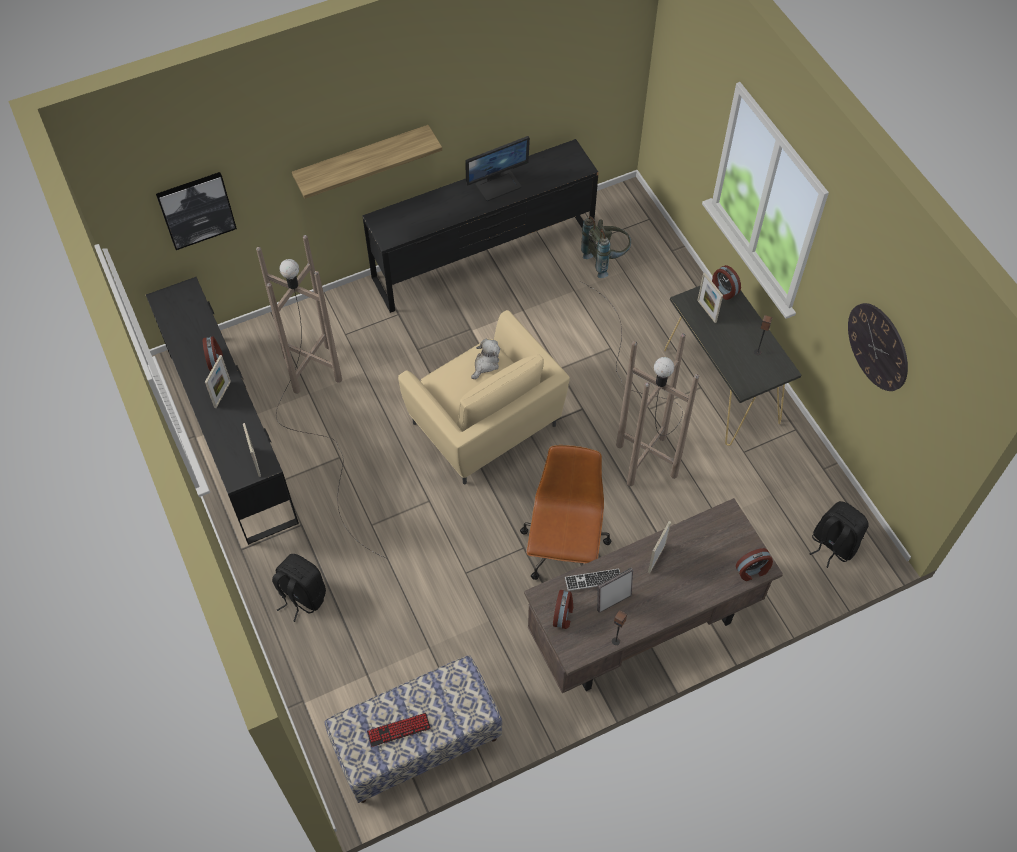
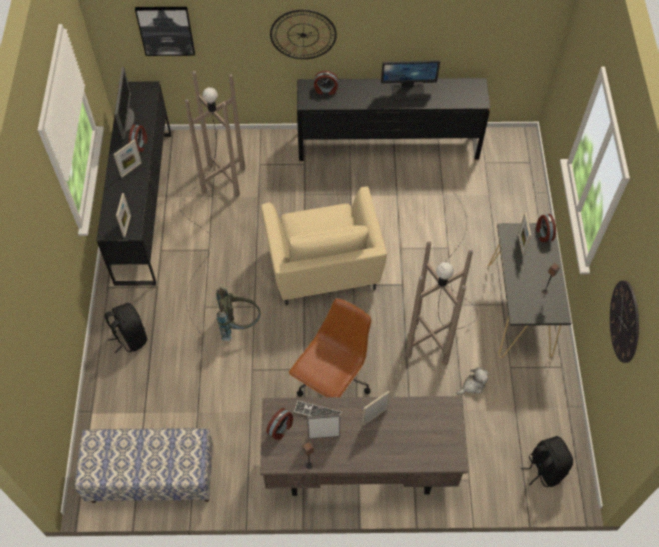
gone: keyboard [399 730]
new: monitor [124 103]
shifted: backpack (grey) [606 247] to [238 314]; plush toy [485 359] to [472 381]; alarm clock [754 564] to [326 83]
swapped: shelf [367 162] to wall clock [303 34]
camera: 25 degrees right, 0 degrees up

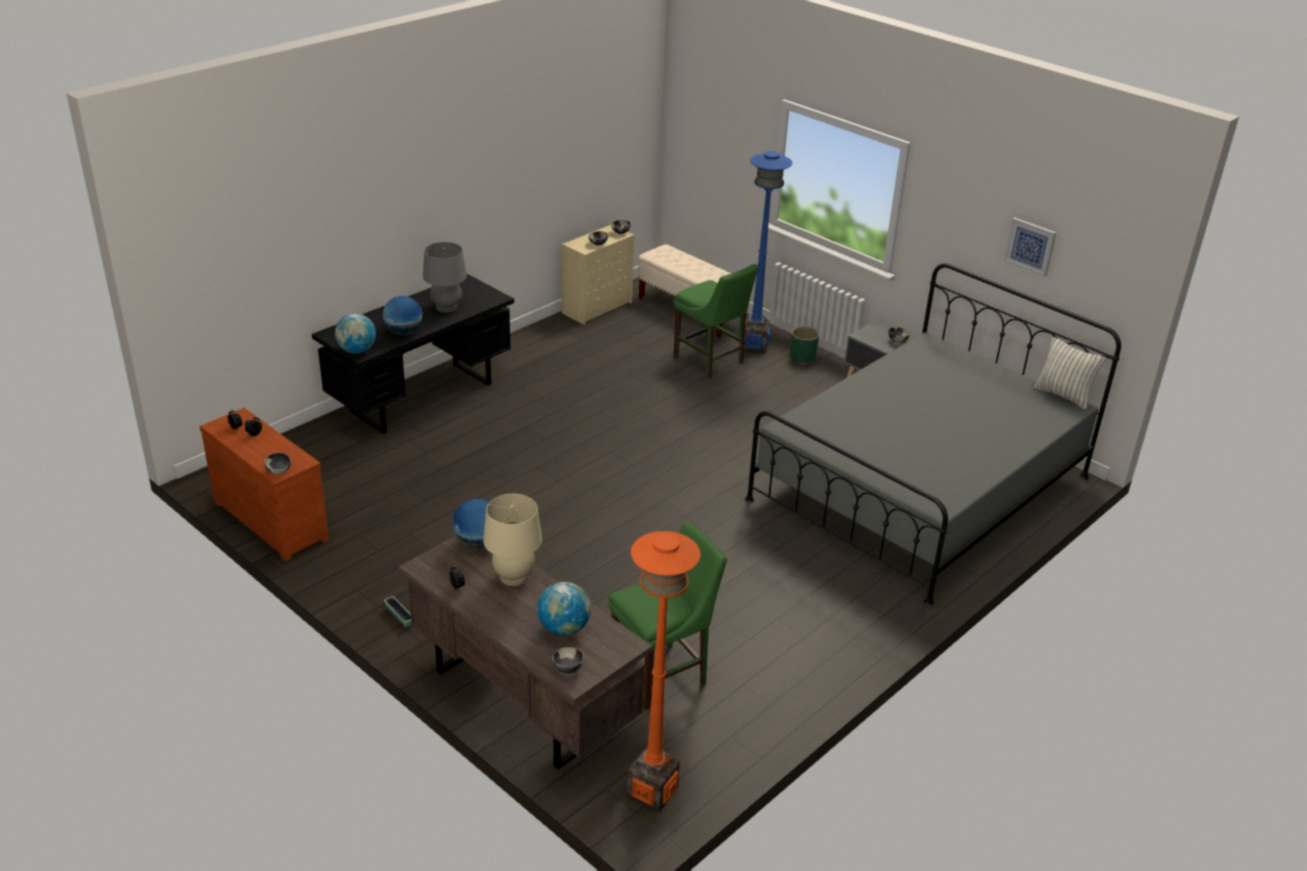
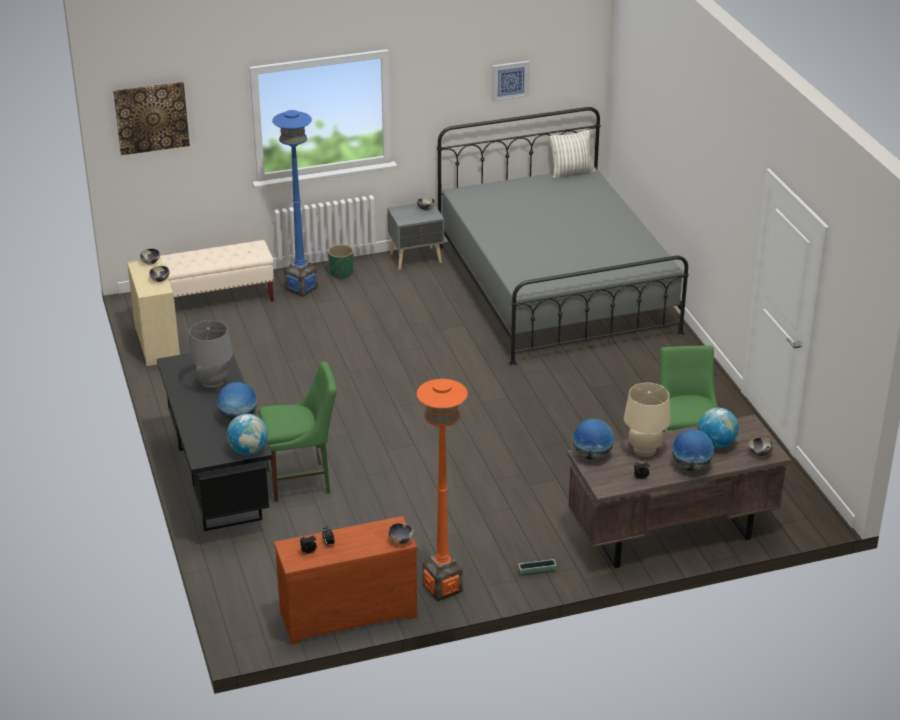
new: picture [151 118]; globe [693 450]
shifted: chair (green) [716 321] to [297 431]; floor lamp (orange) [664 671] to [442 490]
camera: 60 degrees left, 0 degrees up

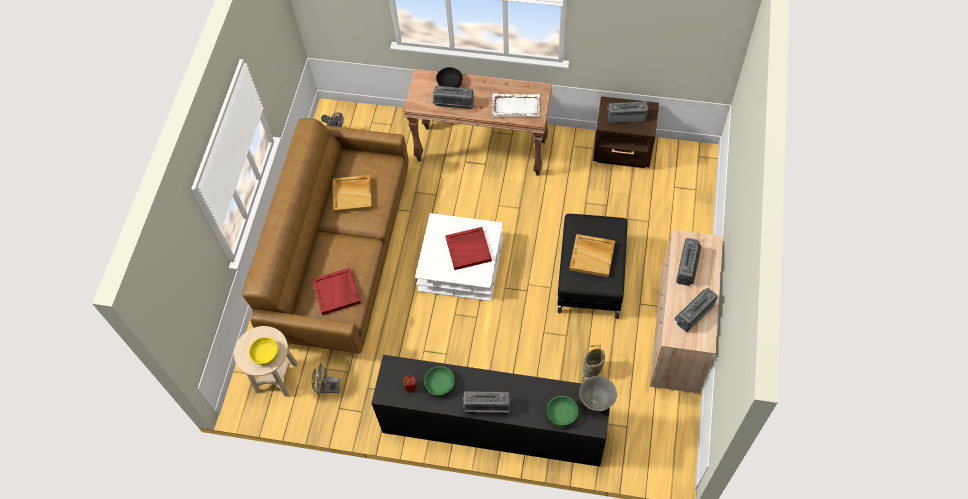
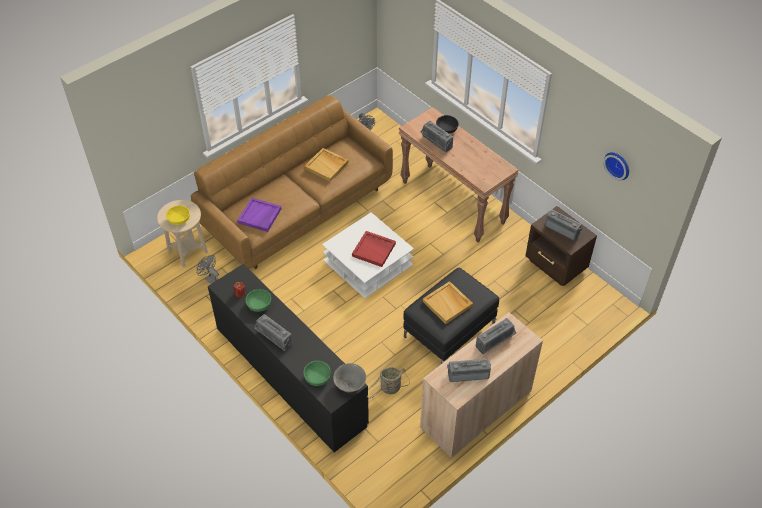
gone: tray (white) [516 105]
new: wall clock [616 166]
repainted: tray (red) [336 291] to tray (purple) [259 215]
camera: 35 degrees right, 10 degrees down

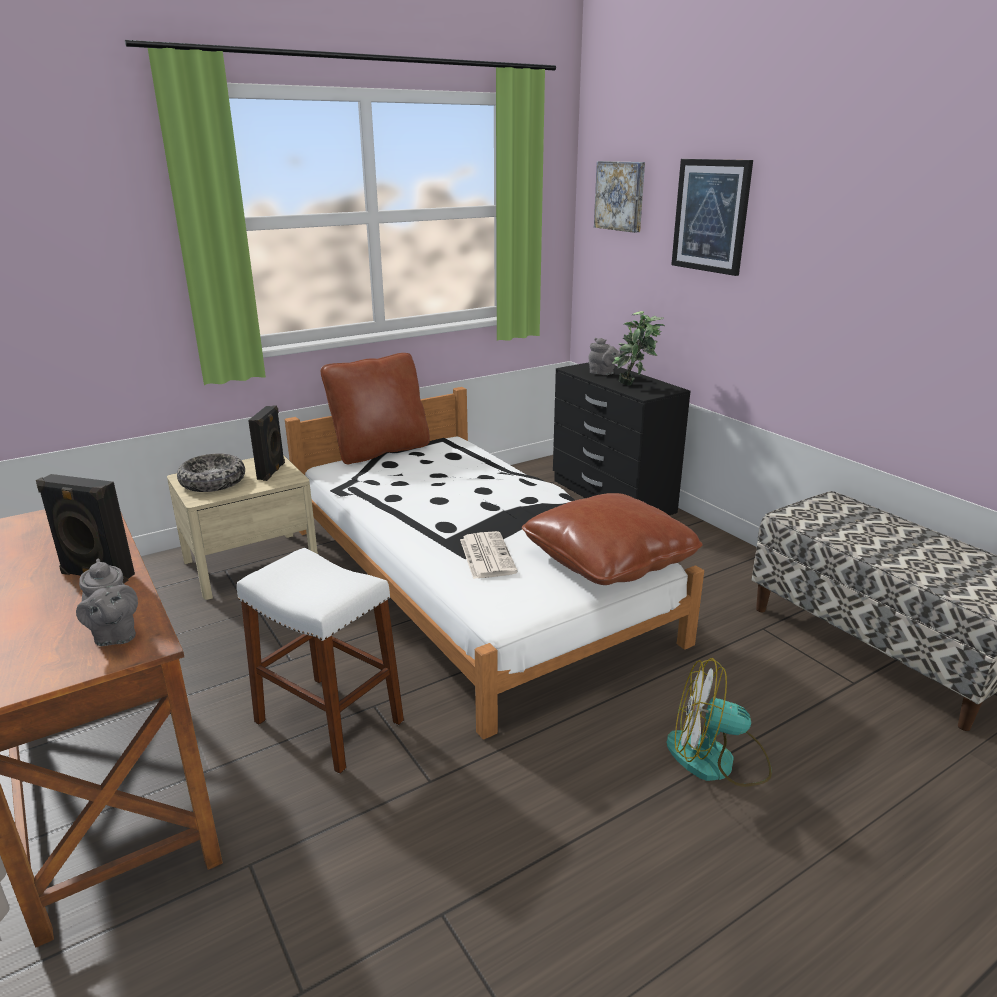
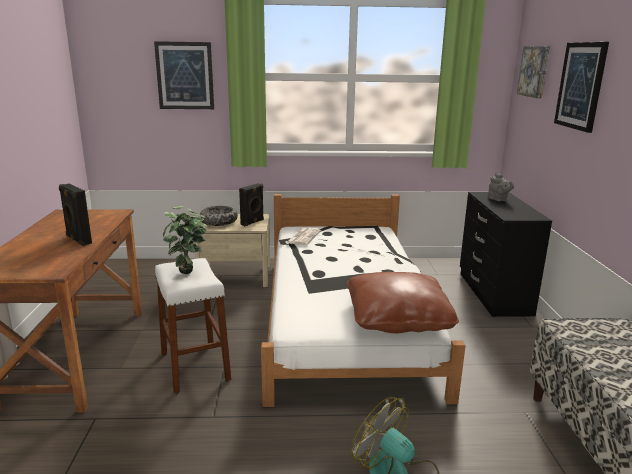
gone: pillow (brown) [375 409]; teapot (grey) [107 602]
new: picture [184 75]
shifted: potted plant [638 348] to [185 240]; newspaper [489 555] to [303 236]
camera: 30 degrees right, 5 degrees down

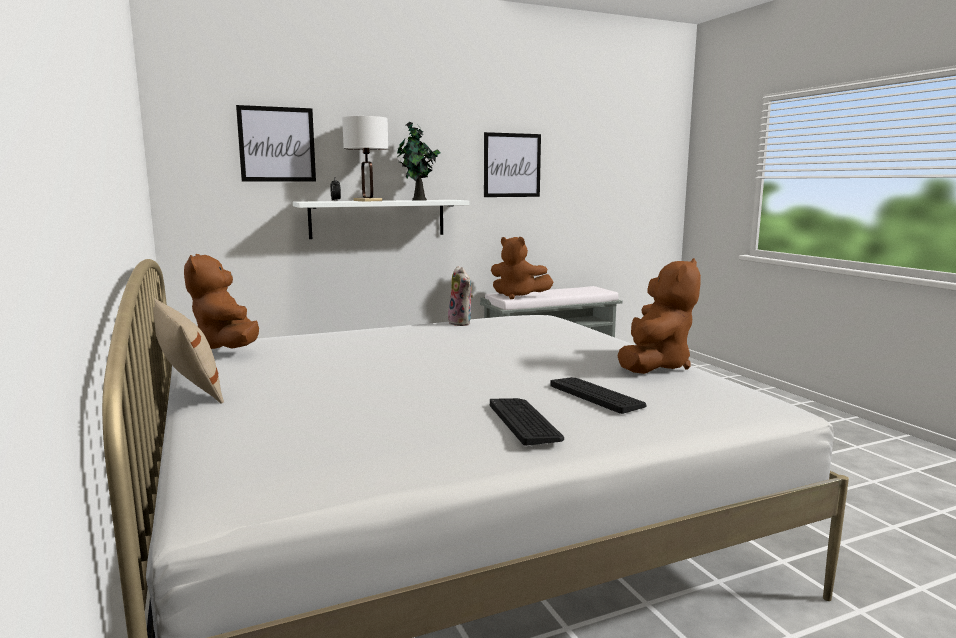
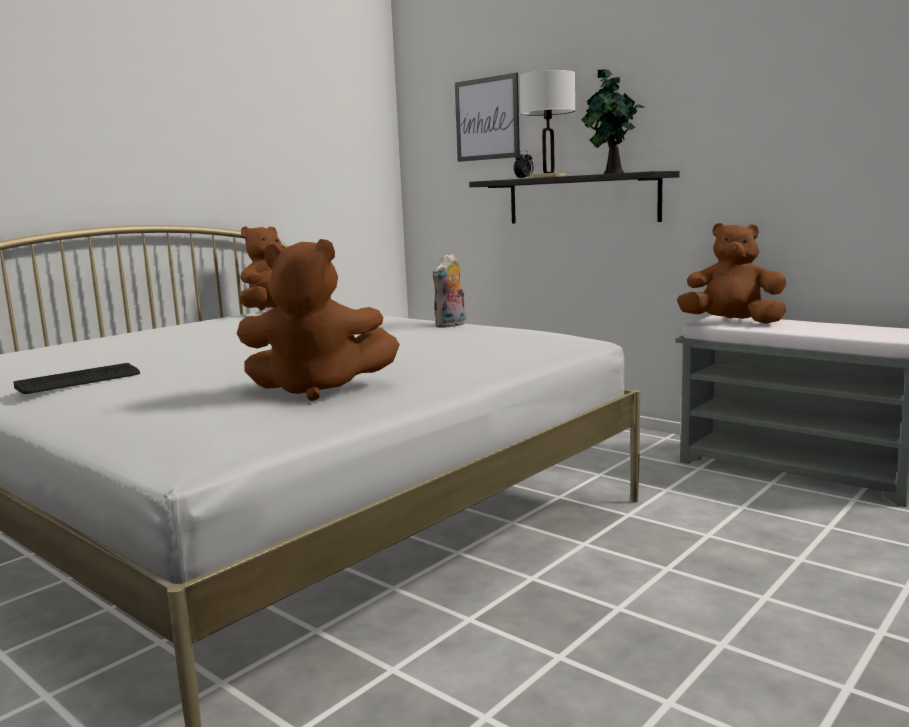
gone: picture [512 164]; pillow (beige) [188 350]; keyboard [598 395]
repainted: shelf (white) [381 219] to shelf (black) [574 197]
rotated: plush toy (brown) [522 268] = [731 273] 105 degrees clockwise
camera: 65 degrees right, 0 degrees up

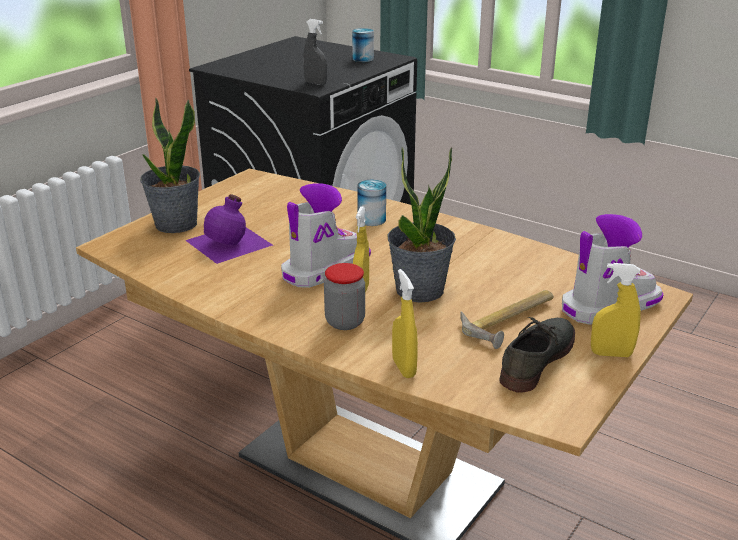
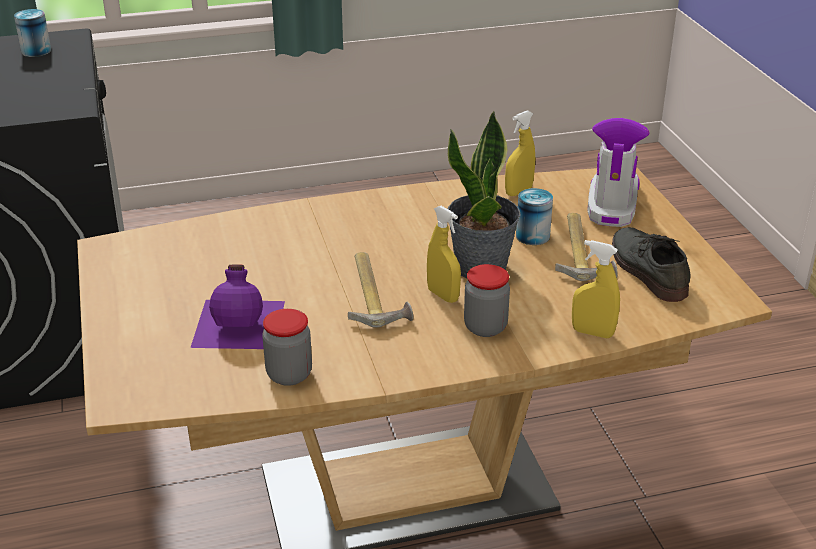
gone: spray bottle (grey) [315 52]; potted plant [170 165]
new: jar [287 347]
shifted: can [371 203] to [534 216]; spray bottle (yellow) [616 310] to [520 153]
swapped: boot [326 235] to hammer [381 290]
camera: 50 degrees left, 5 degrees up

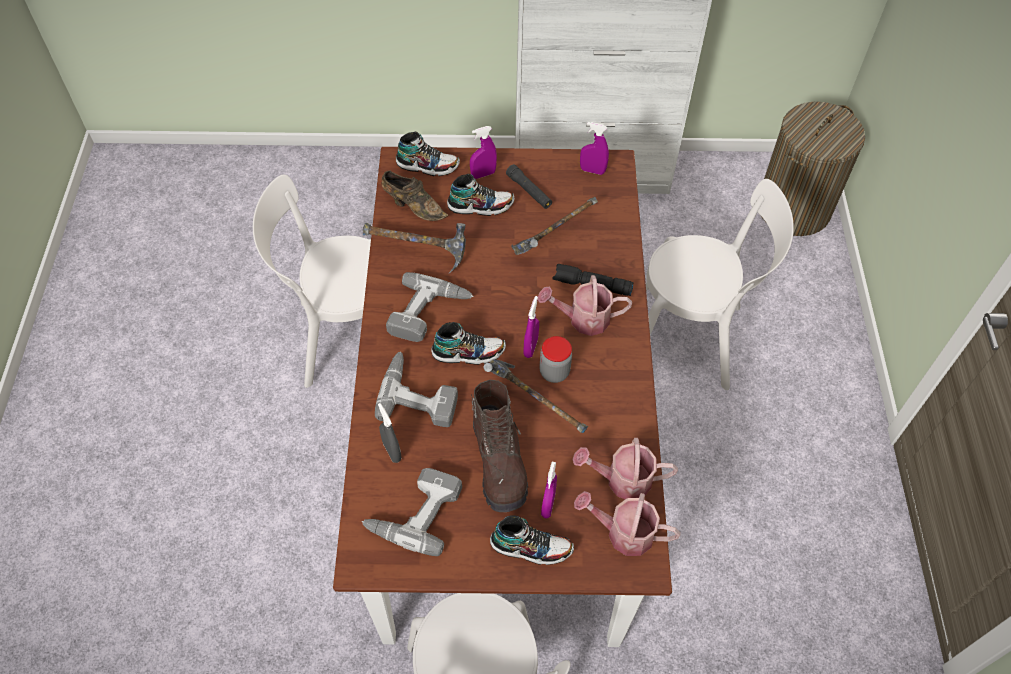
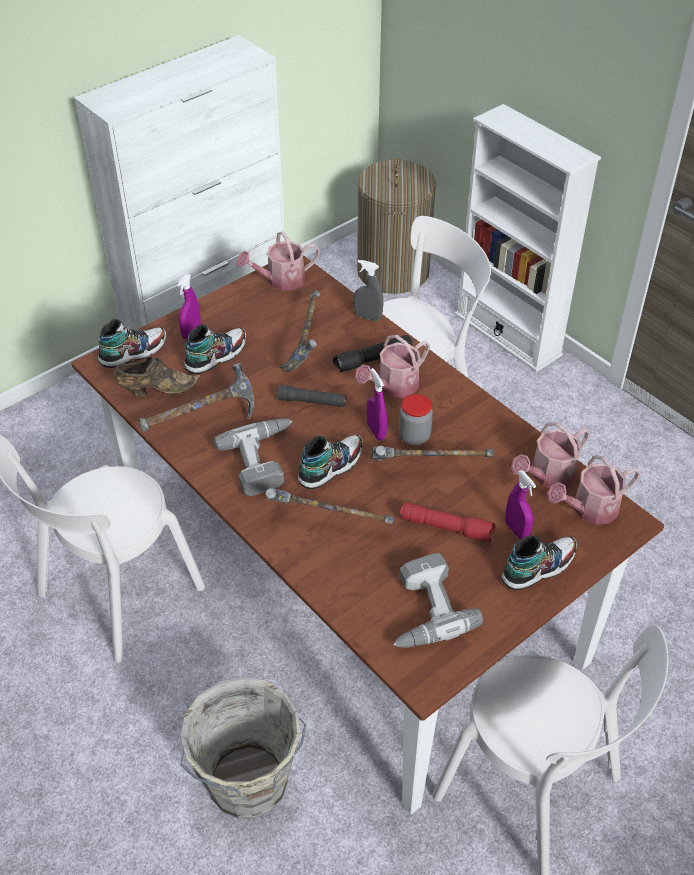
new: bookcase (white) [528 238]; bucket (grey) [243 748]
shifted: flashlight (black) [529 186] to [312 396]; spray bottle (grey) [390 433] to [368 290]
swapped: spray bottle (purple) [594 148] to watering can [278 261]; power drill [416 389] to hammer [330 506]; boot (brown) [499 446] to flashlight (red) [448 522]
camera: 40 degrees left, 10 degrees down

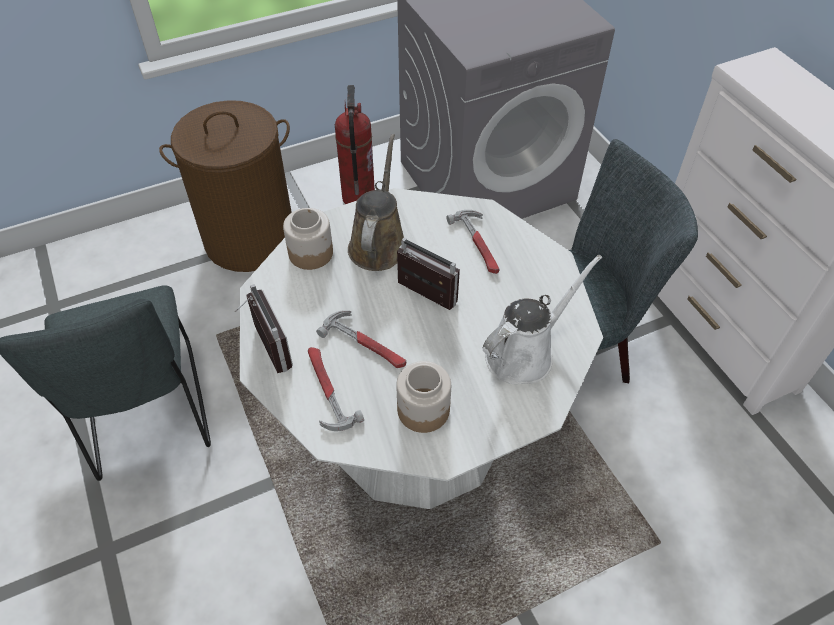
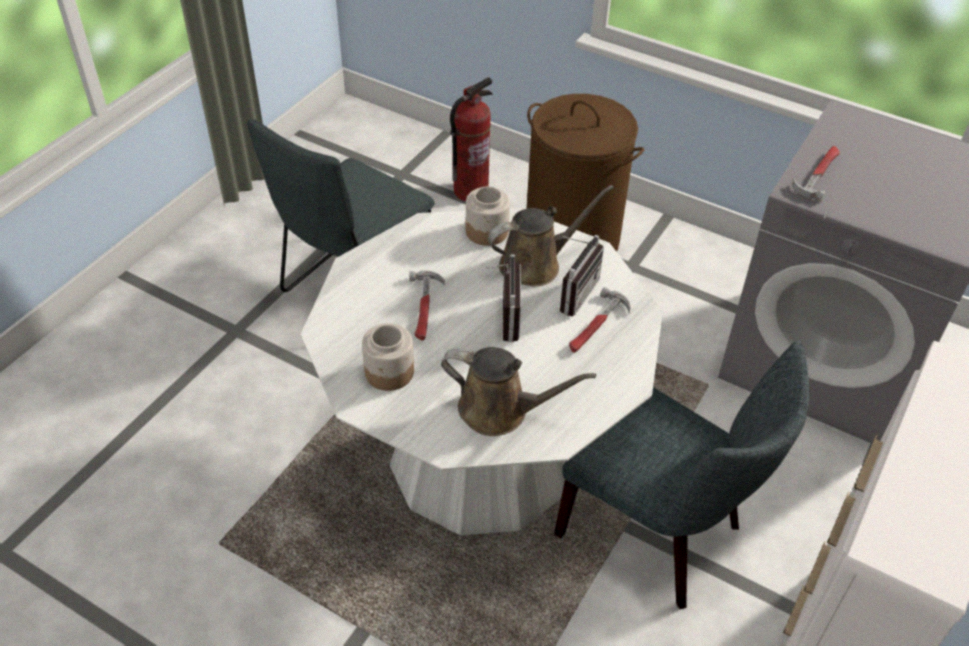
shifted: fire extinguisher [355 144] to [471 139]; radio [264 328] to [581 275]; hammer [336 389] to [816 173]
repainted: watering can (white) [542 319] to watering can (brown) [518 391]
camera: 55 degrees right, 5 degrees down

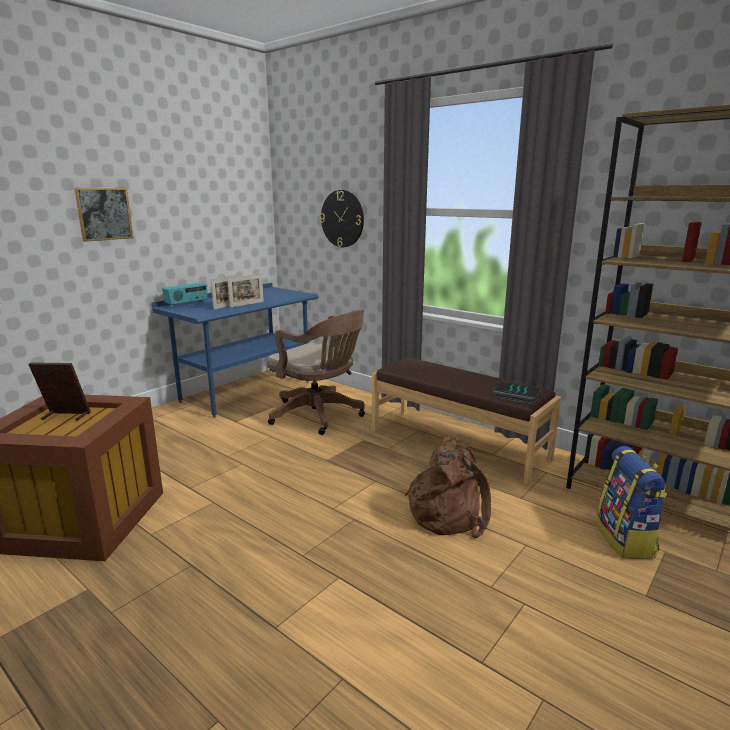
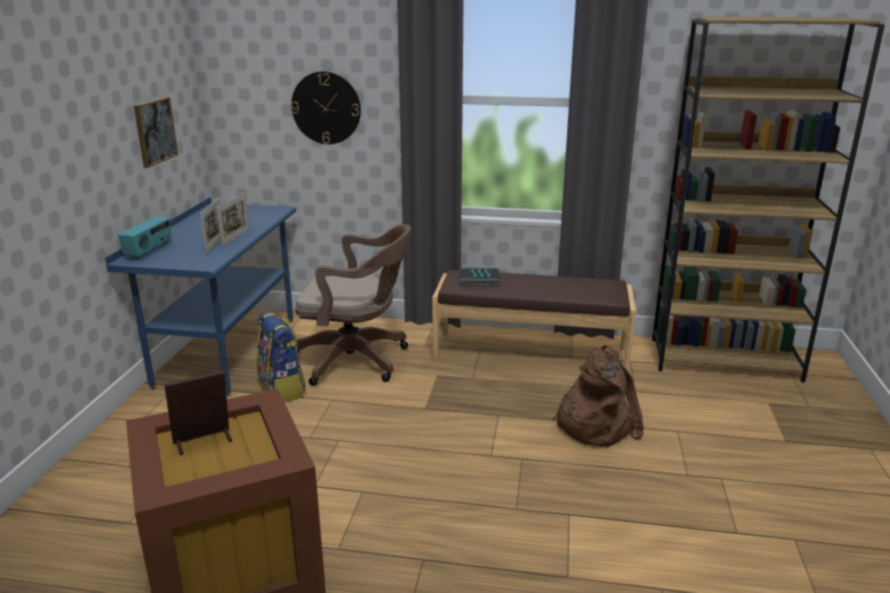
shifted: picture [103 215] to [156 132]; book [516 393] to [479 276]; backpack [631 502] to [281 356]
camera: 30 degrees left, 5 degrees up

